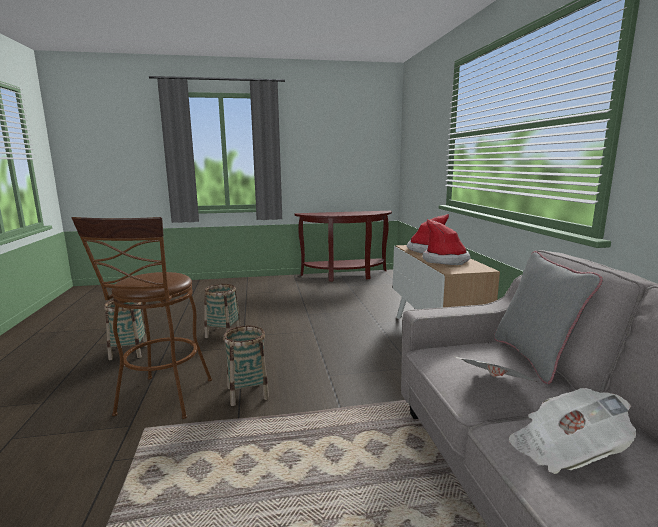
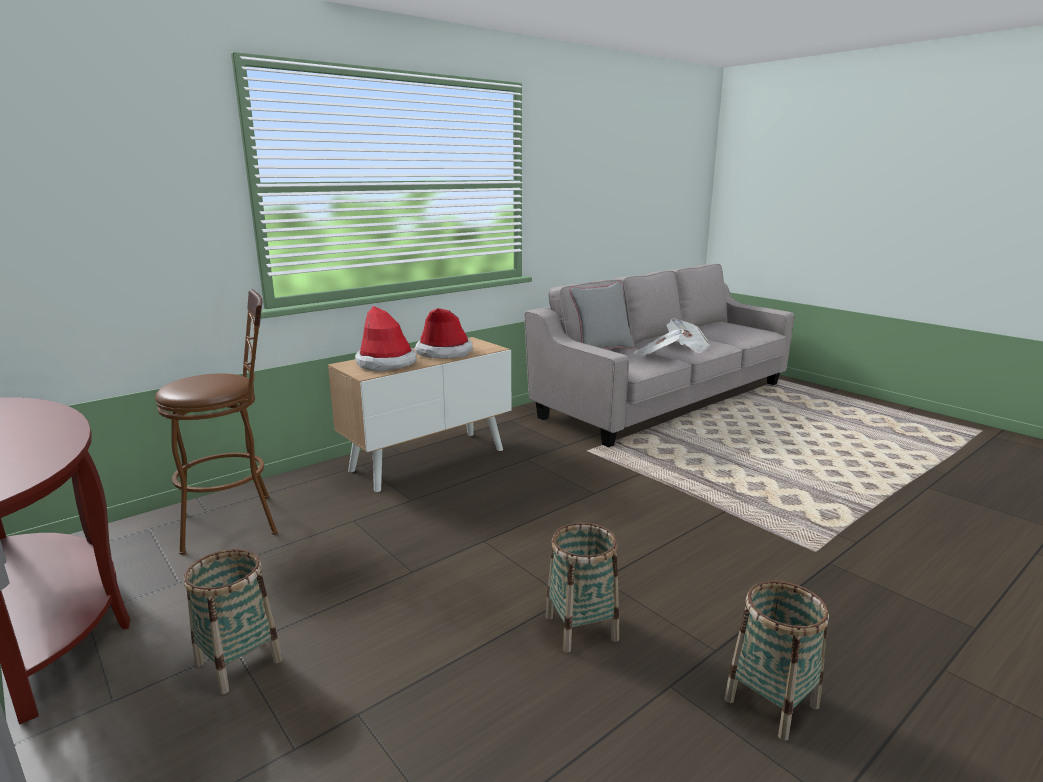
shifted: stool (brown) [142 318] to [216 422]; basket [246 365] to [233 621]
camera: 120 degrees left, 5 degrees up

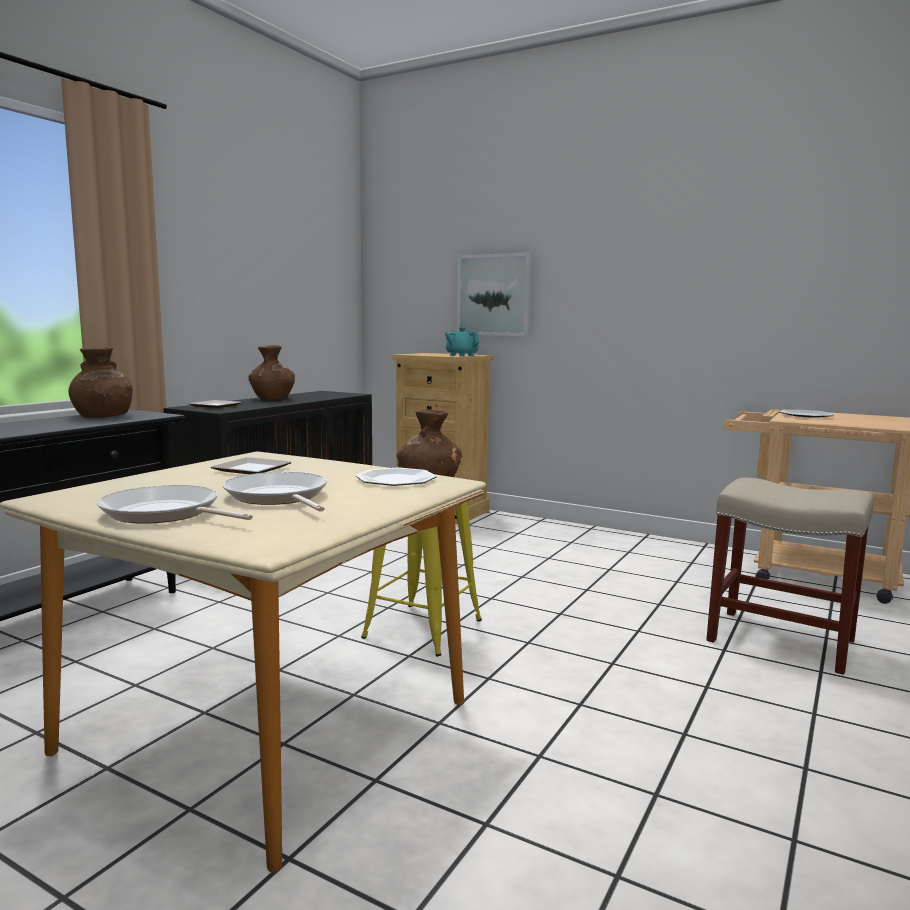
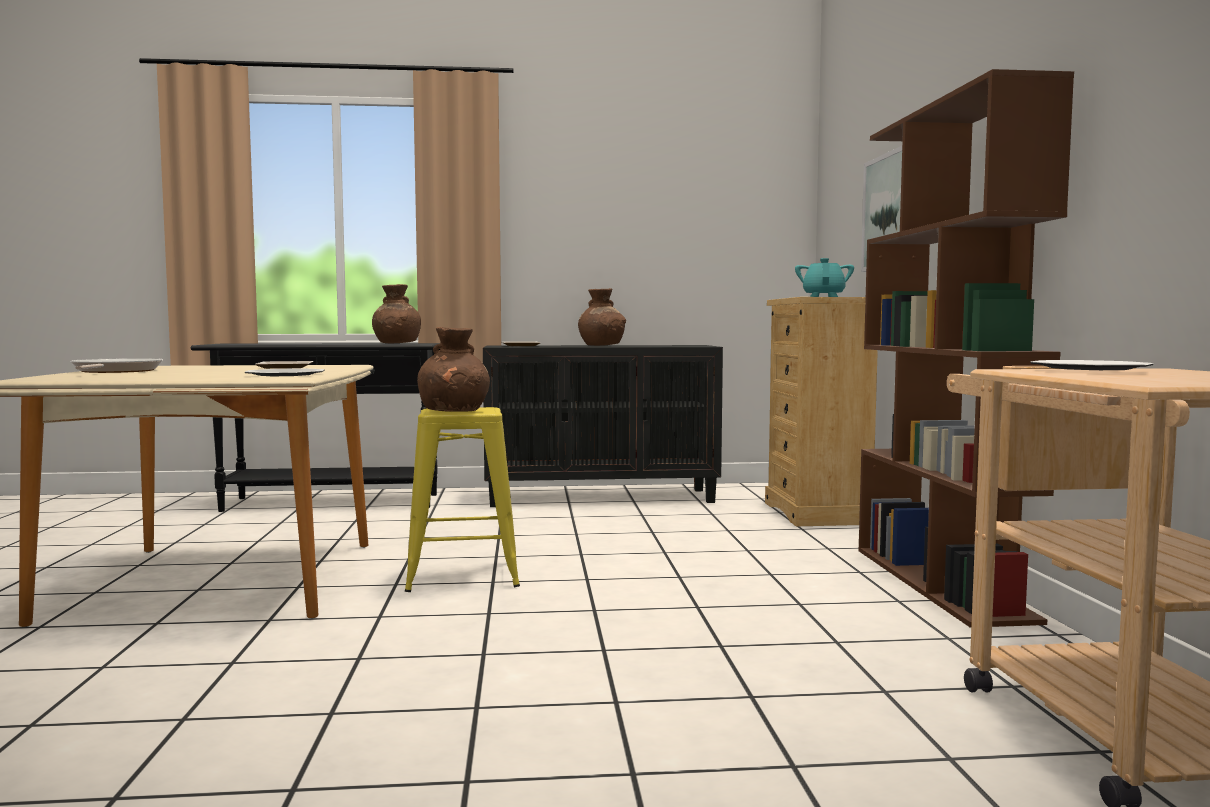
gone: frying pan [275 492]; stool (beige) [790 576]
new: bookcase (brown) [966 348]
camera: 55 degrees right, 5 degrees down

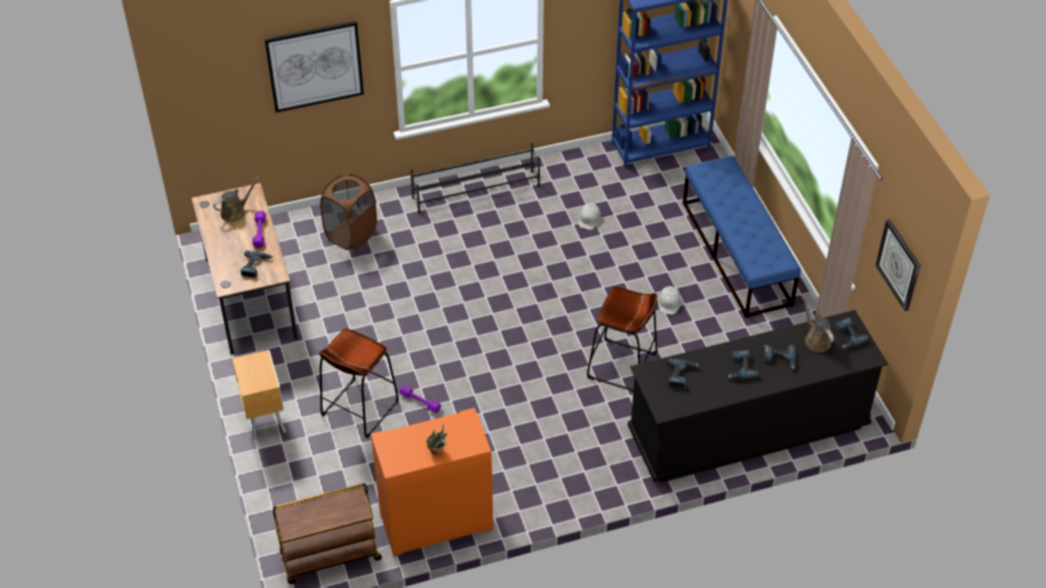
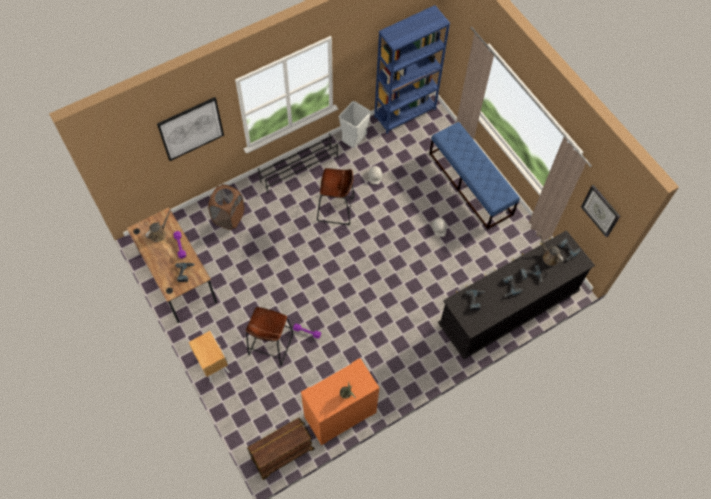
new: trash can (grey) [355 124]
shifted: stool (brown) [622 339] to [336 196]
camera: 15 degrees left, 15 degrees up

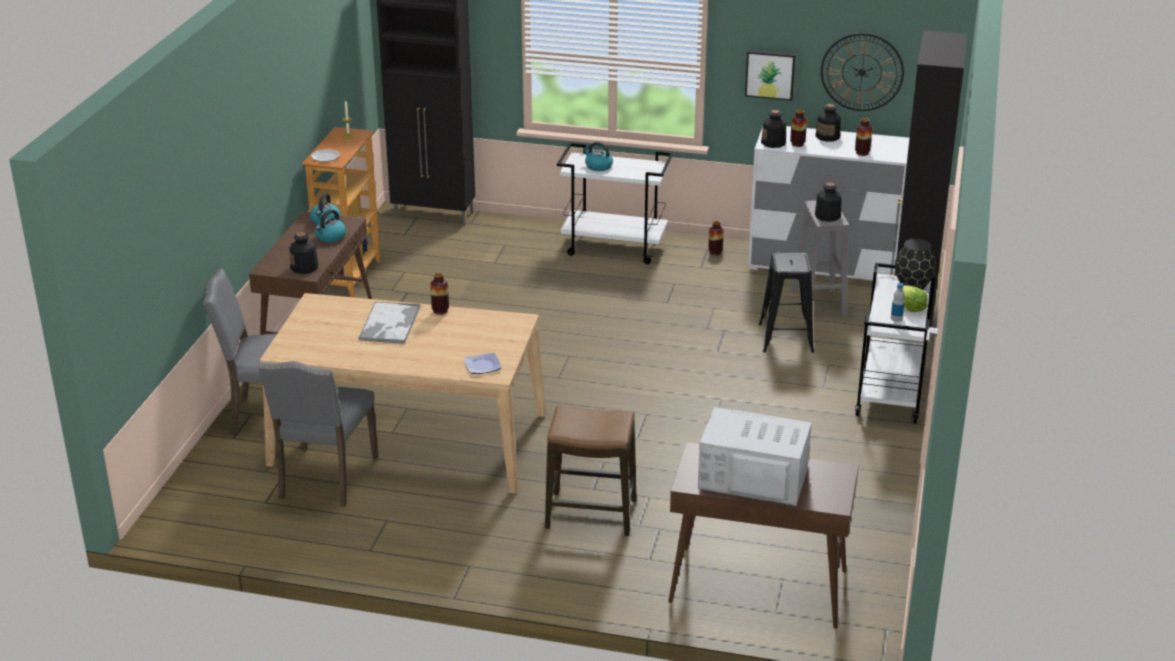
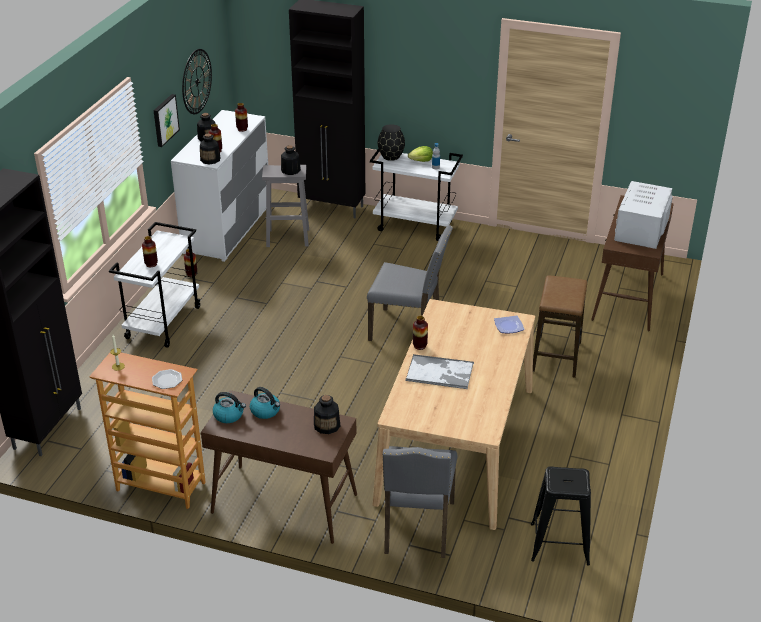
shifted: stool (black) [786 303] to [561 516]; chair (grey) [318 434] to [410 283]
swapped: kettle [598 156] to vase [150 251]
camera: 85 degrees left, 5 degrees up

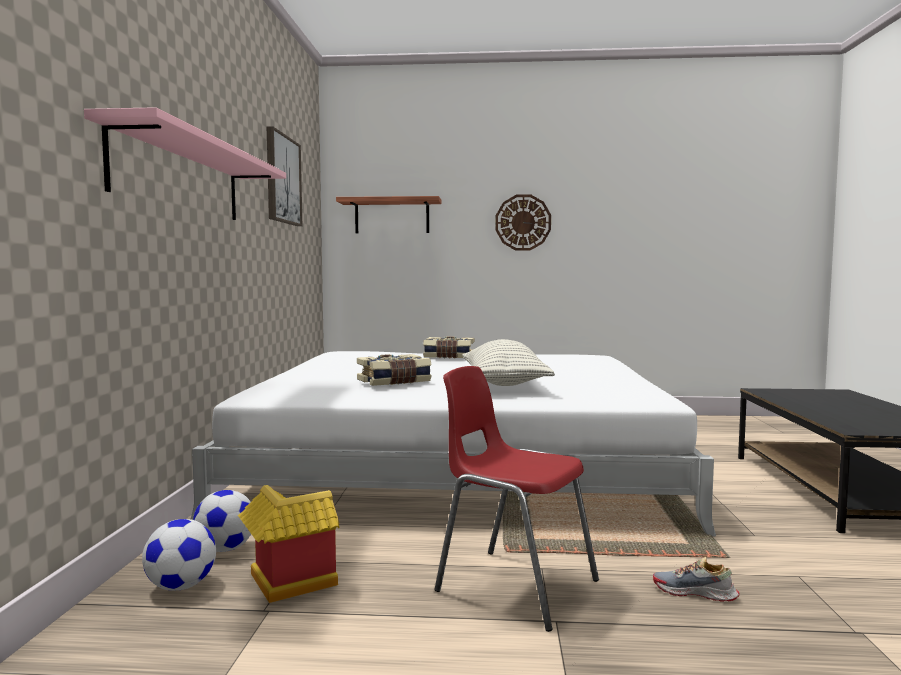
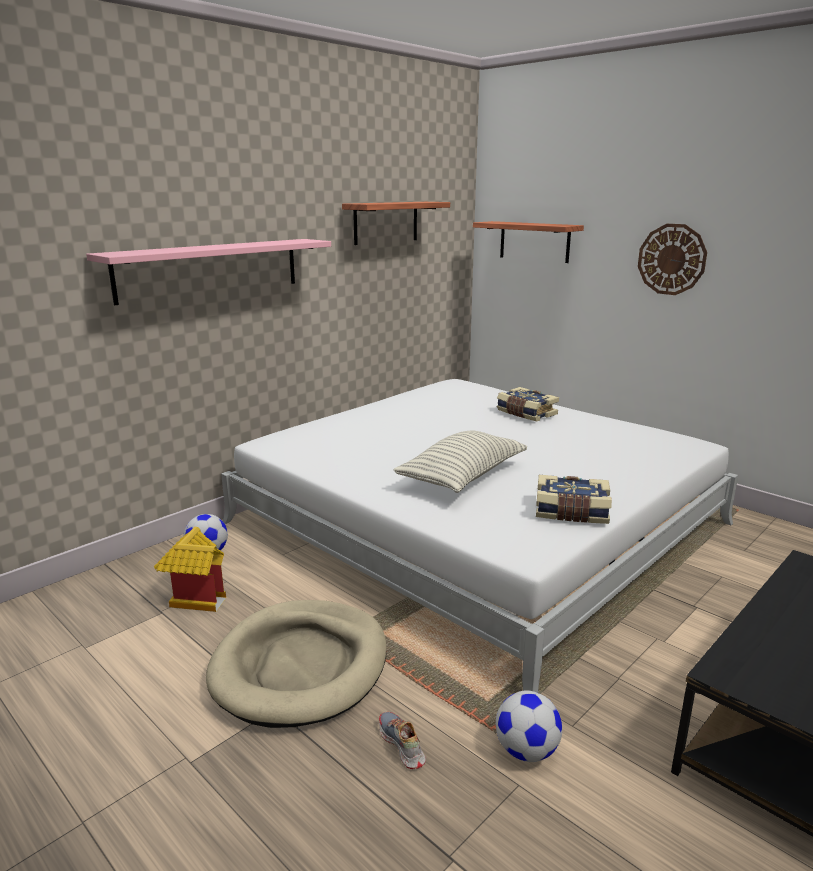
shifted: book [394 370] to [574 499]; football [179 555] to [529 726]
swapped: picture [284 176] to shelf [396 223]; chair (red) [517 499] to dog bed (beige) [296 664]
camera: 40 degrees right, 15 degrees up

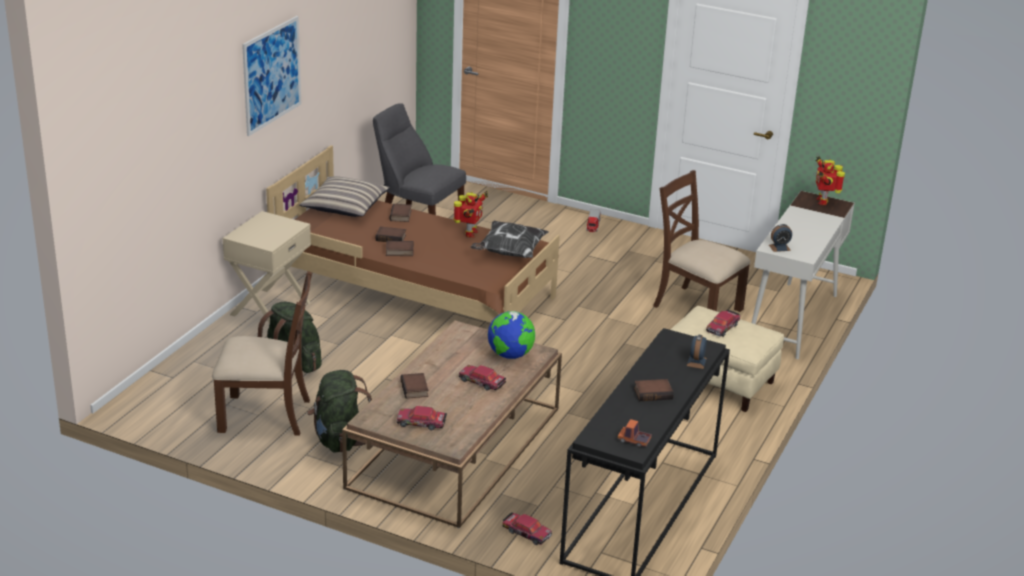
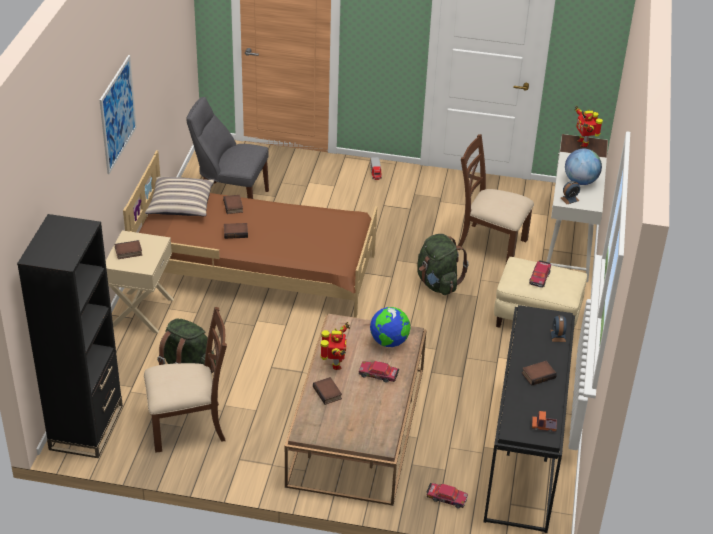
gone: pillow [509 239]; toy car [422 418]
new: globe [583 166]; bookcase (black) [70 336]
shifted: toy robot [471 214] to [335 346]; book [400 248] to [128 249]; backpack (green) [339 411] to [443 264]
camera: 15 degrees left, 10 degrees up

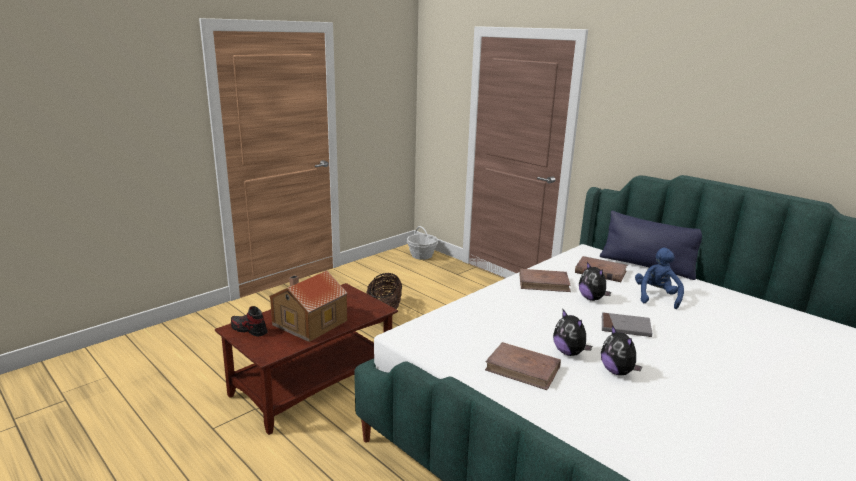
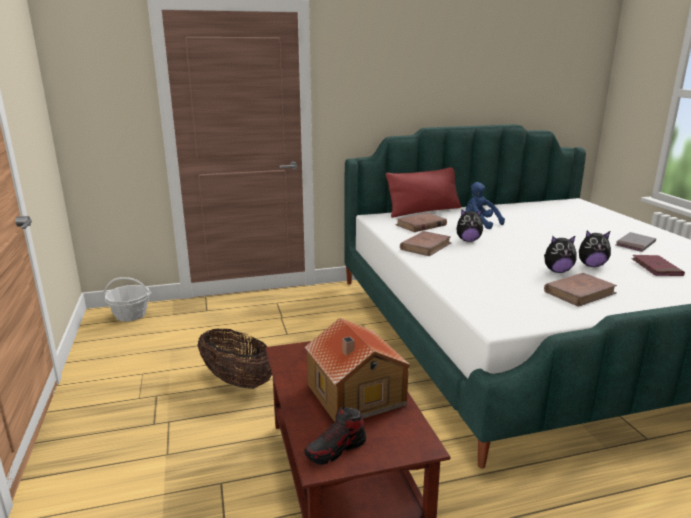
new: book (red) [658 265]
shifted: book (grey) [627 324] to [636 242]
repainted: pillow (blue) [651 245] to pillow (red) [423 192]
camera: 60 degrees left, 0 degrees up

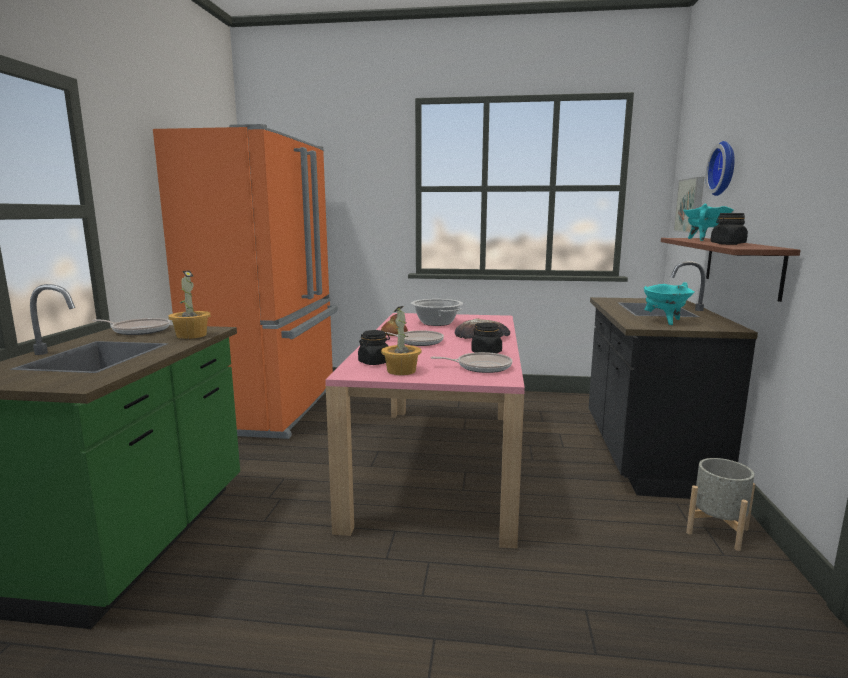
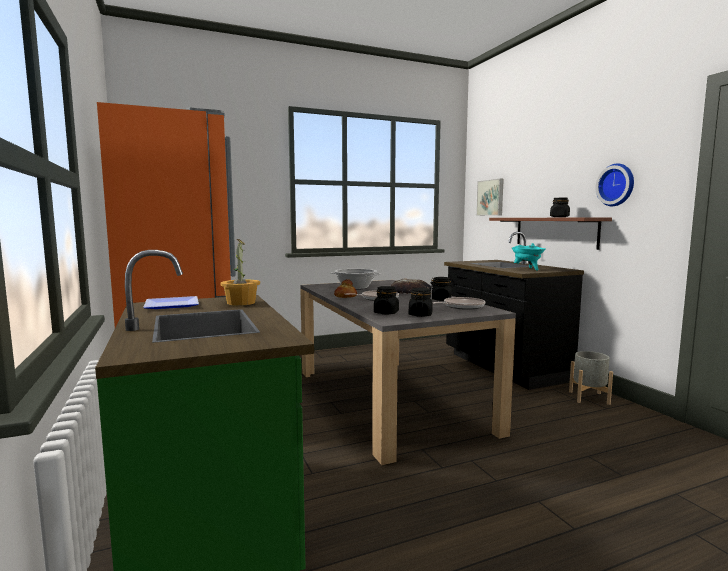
gone: cooking pot (turquoise) [708 222]
shifted: wall clock [720 168] to [614 184]
swapped: potted plant [401 340] to jar (black) [421 302]; frying pan [131 326] to plate [171 302]
repainted: dining table (pink) [425 431] to dining table (grey) [408 372]
camera: 30 degrees left, 5 degrees down

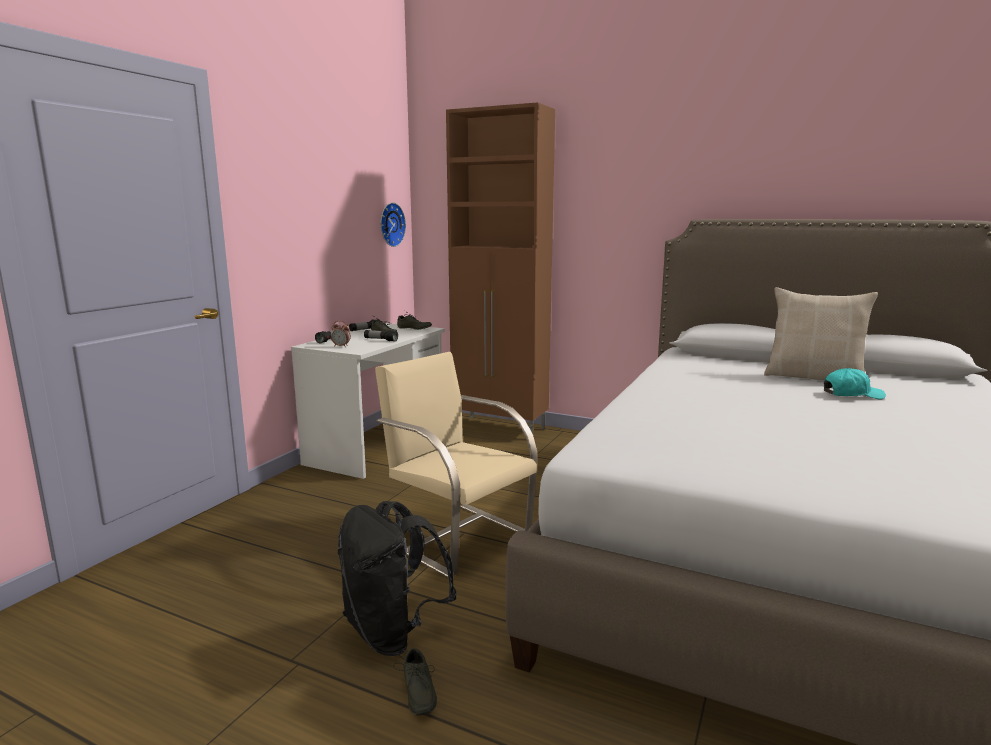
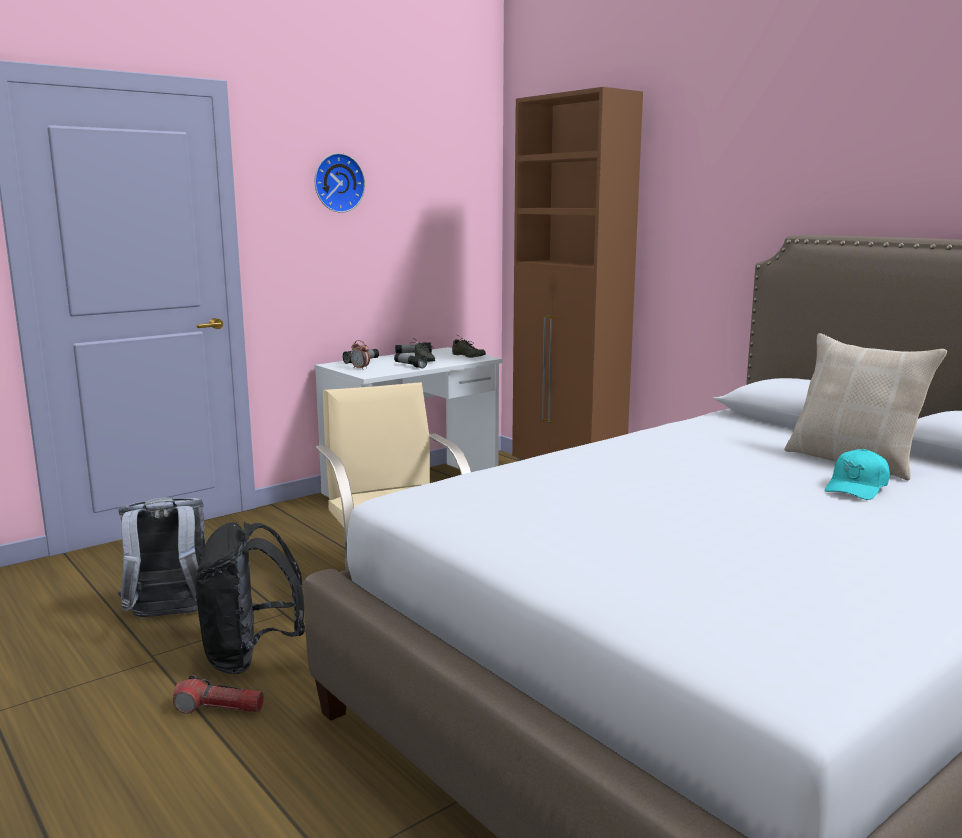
new: backpack (grey) [161 557]
shifted: wall clock [393 225] to [340 183]
swapped: shoe (grey) [415 682] to flashlight [218 694]
rotated: cap (turquoise) [855 383] = [857 474] 105 degrees clockwise
camera: 25 degrees right, 0 degrees up

